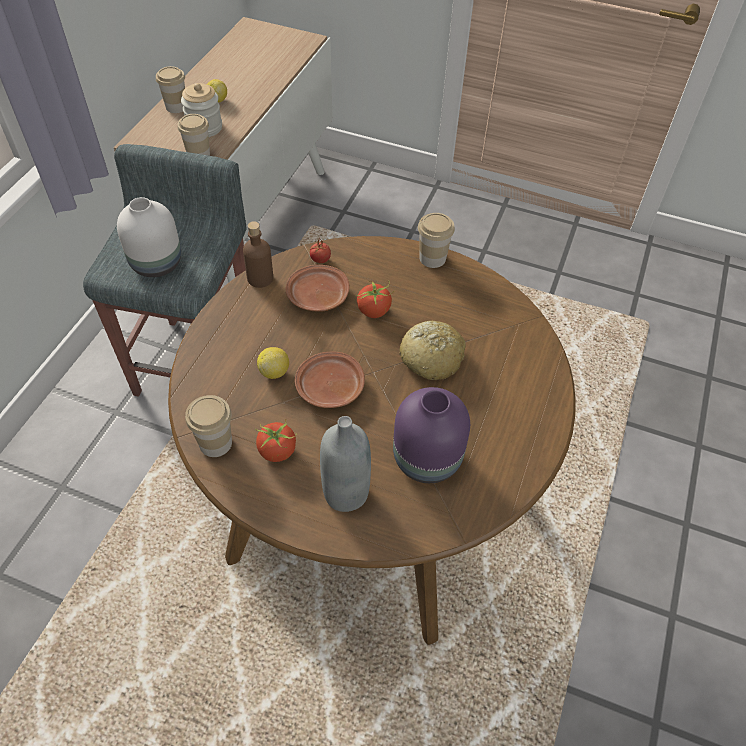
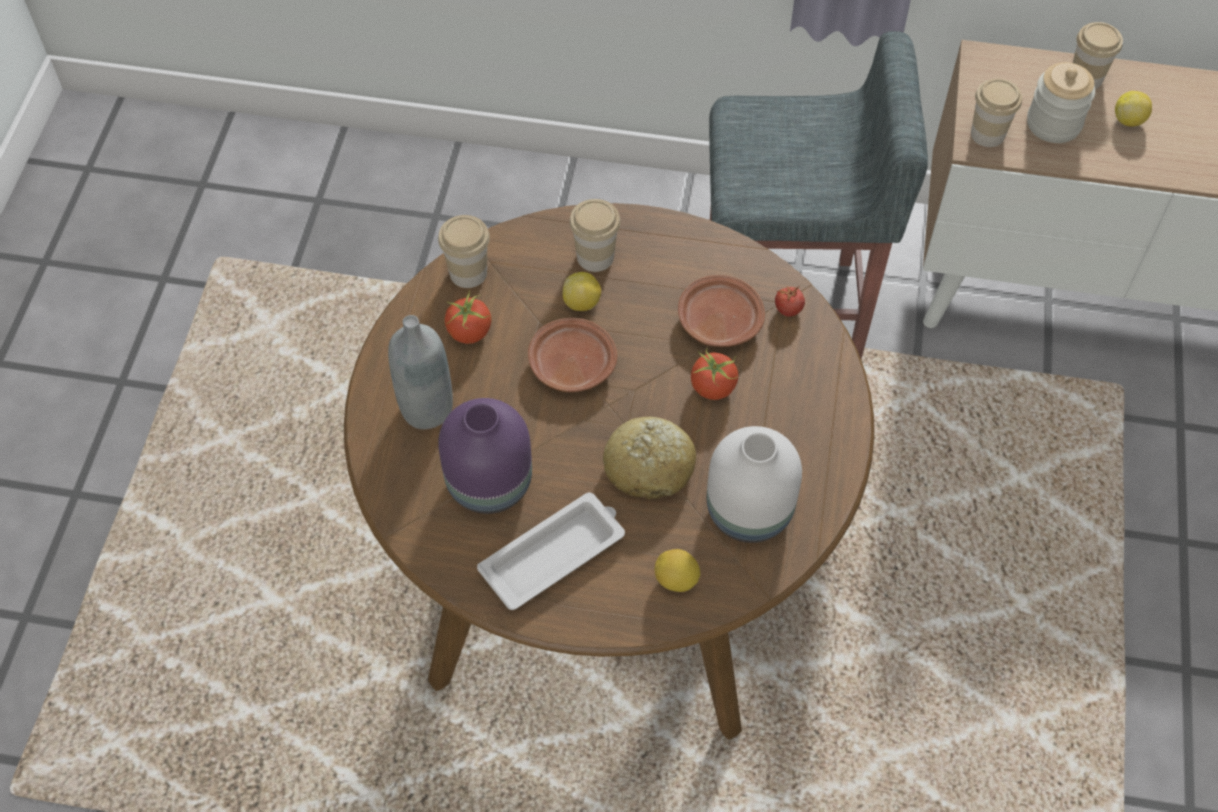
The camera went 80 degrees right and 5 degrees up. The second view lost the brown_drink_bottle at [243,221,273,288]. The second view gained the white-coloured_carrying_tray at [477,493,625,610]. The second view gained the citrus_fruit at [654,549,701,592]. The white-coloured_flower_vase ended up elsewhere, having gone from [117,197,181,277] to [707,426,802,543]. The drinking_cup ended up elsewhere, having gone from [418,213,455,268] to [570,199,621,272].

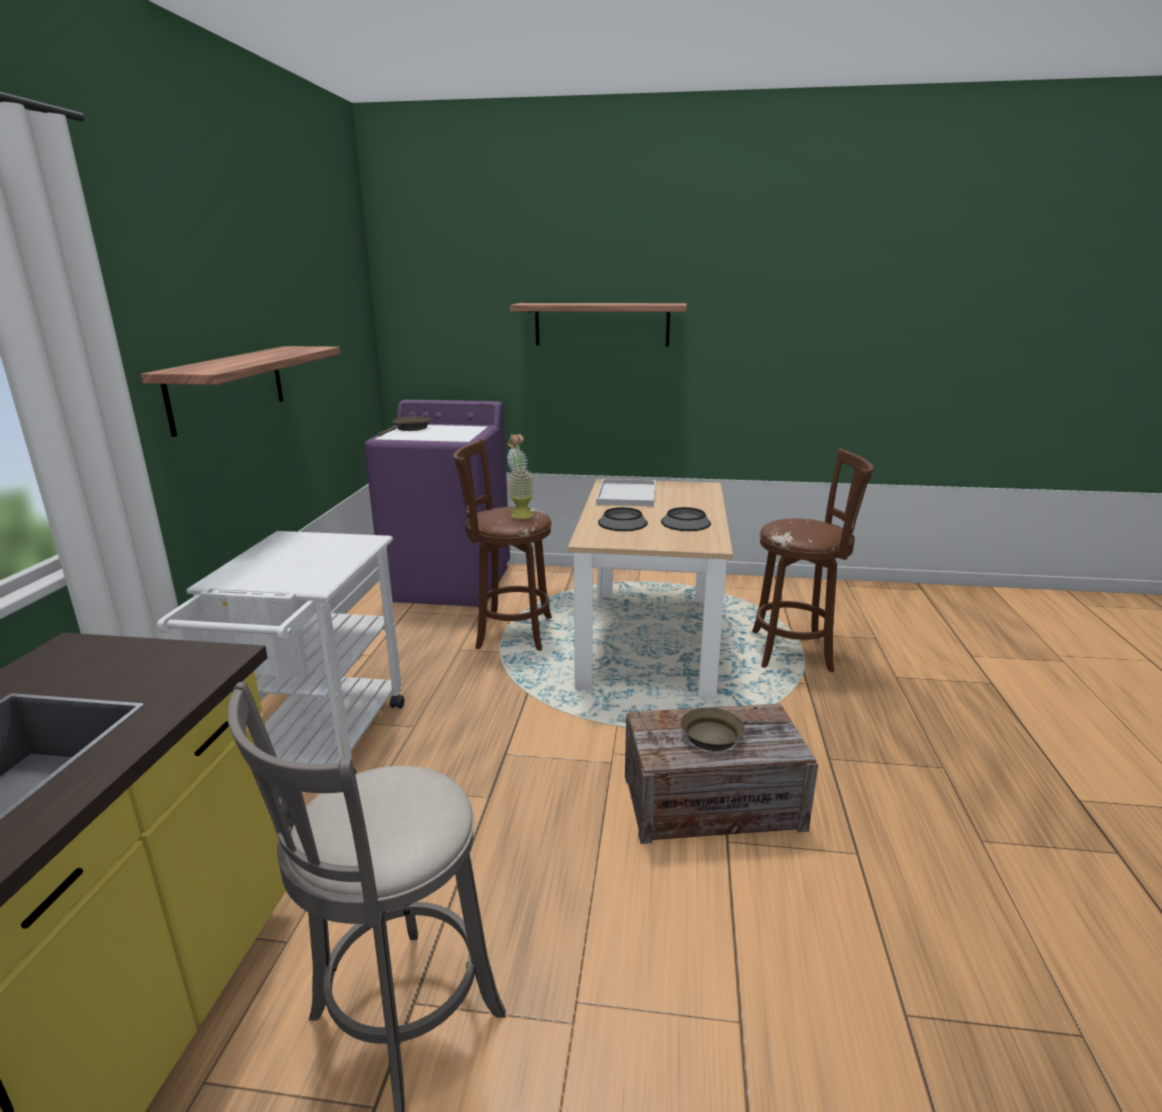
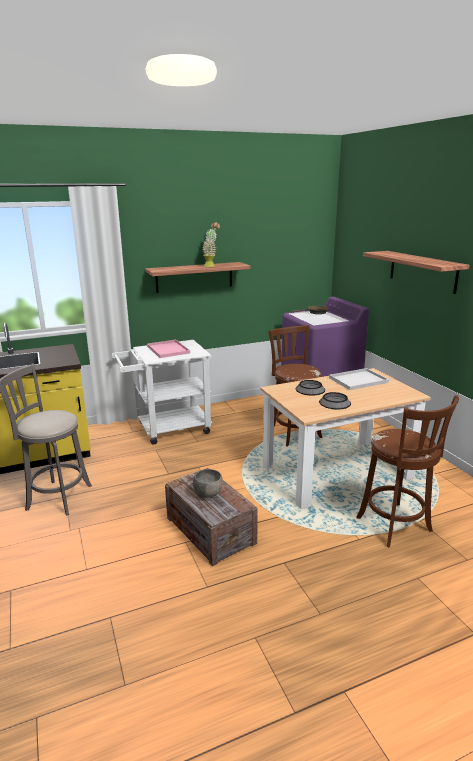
The camera went 60 degrees right and 0 degrees up. The second view gained the pink_carrying_tray at [147,340,190,358]. The houseplant ended up elsewhere, having gone from [507,434,535,519] to [202,222,220,267]. Where the brown_skillet stood at [680,708,785,751], the gray_serving_bowl came to stand at [193,469,223,498].

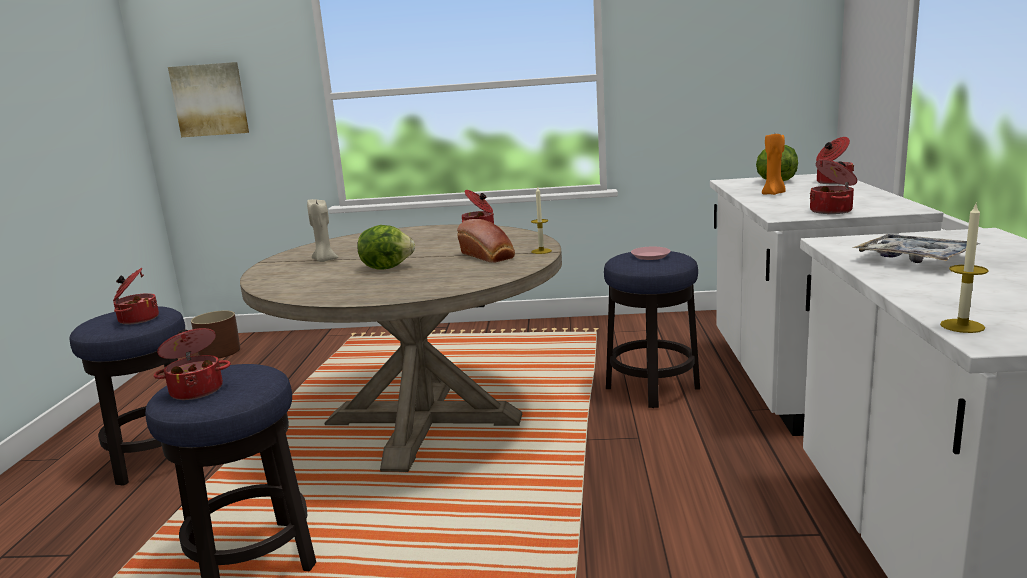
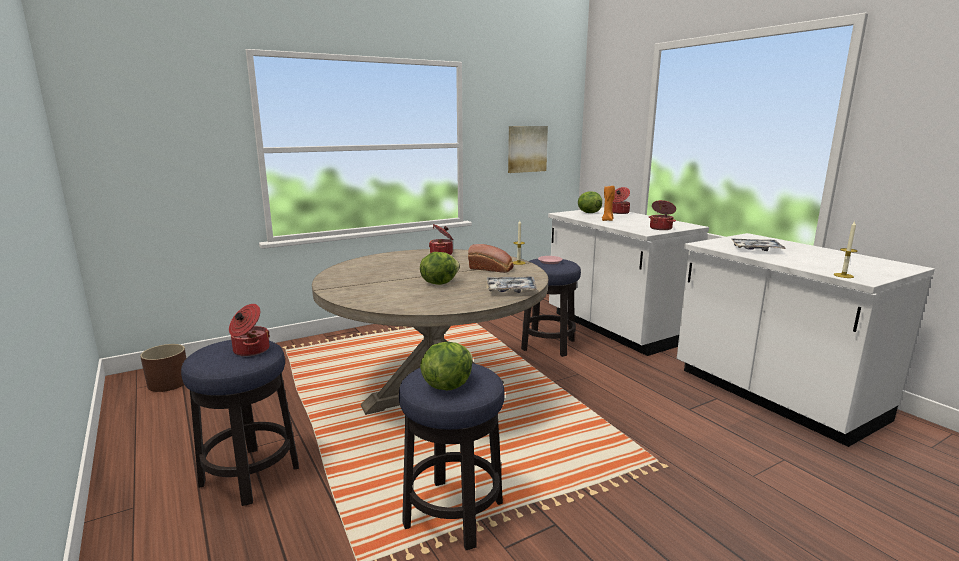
The camera went 35 degrees left and 0 degrees up. The second view lost the beige-coloured_wax_candle at [307,199,339,262]. The second view gained the carrying_tray at [486,277,537,293]. The wall_art ended up elsewhere, having gone from [168,62,249,137] to [508,126,548,173]. Where the stockpot stood at [153,328,231,400], the lettuce_head came to stand at [420,342,473,390].

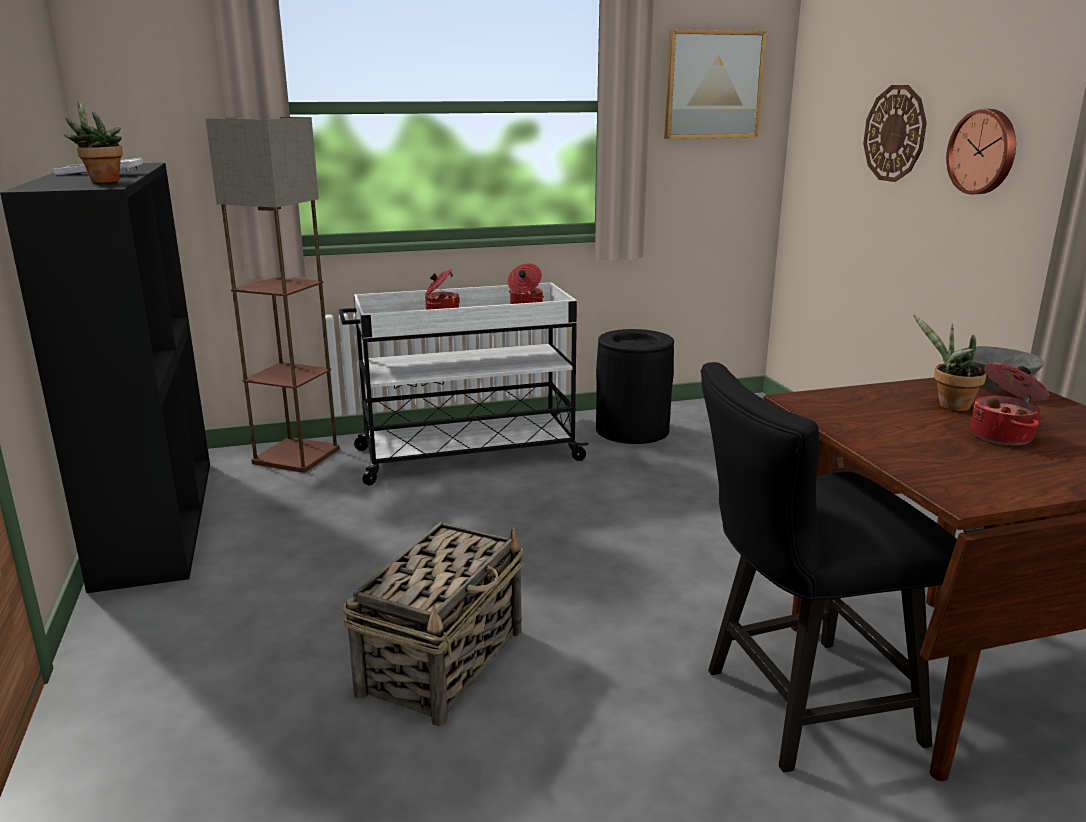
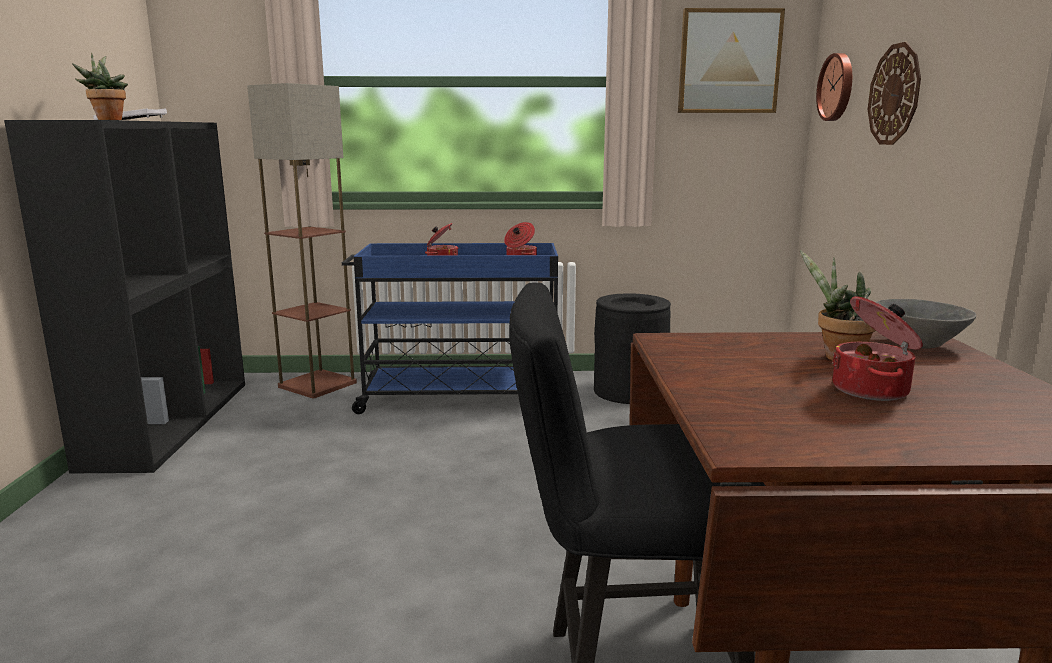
The camera went 15 degrees right and 5 degrees down. The second view lost the storage_basket at [343,522,524,726]. The clock_on_the_wall ended up elsewhere, having gone from [946,109,1016,194] to [816,53,852,121]. What was the white-coloured_cart at [339,282,589,486] turned into the bluish_cart at [342,243,558,414].

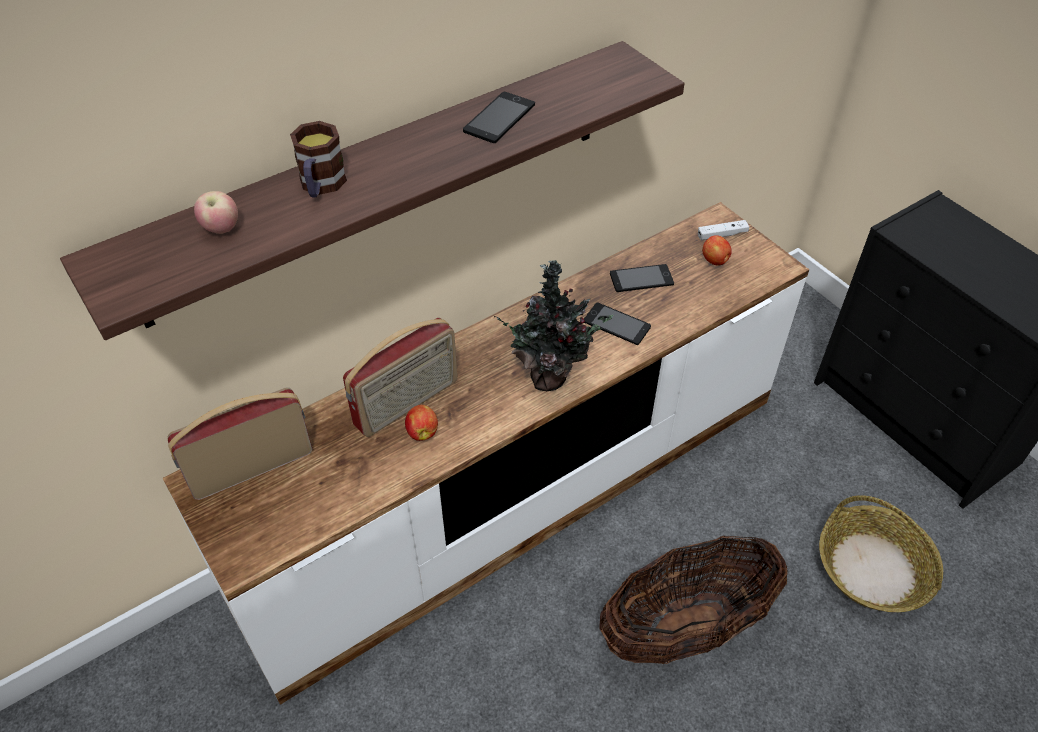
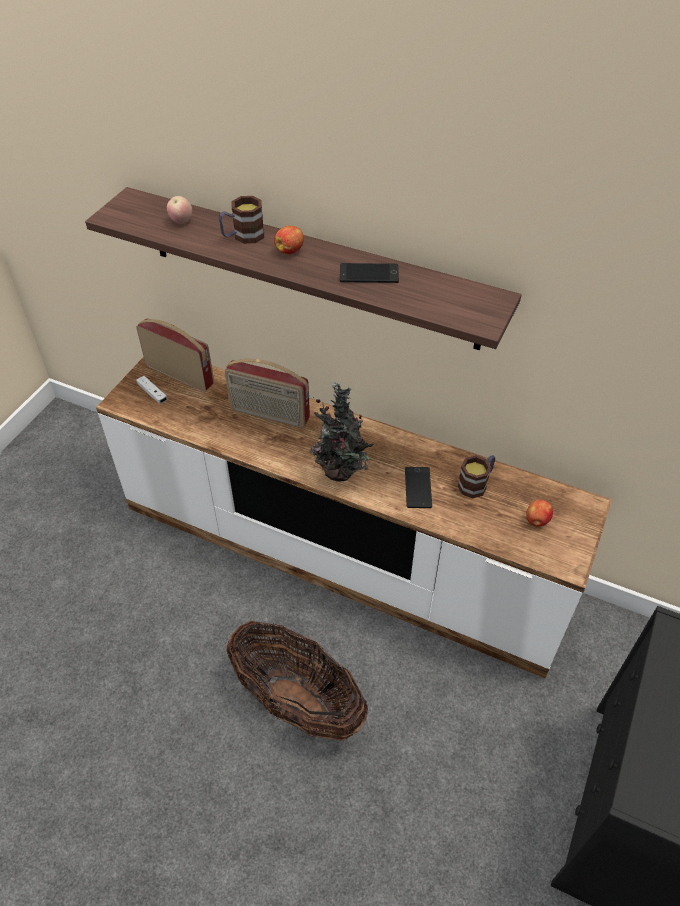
The camera went 60 degrees right and 0 degrees up. The second view lost the storage_basket at [819,495,943,612]. The apple ended up elsewhere, having gone from [405,405,438,441] to [274,226,304,254]. The white-coloured_joypad ended up elsewhere, having gone from [698,220,749,240] to [136,376,168,404]. Where the phone stood at [610,264,674,292], the mug came to stand at [458,455,495,499].

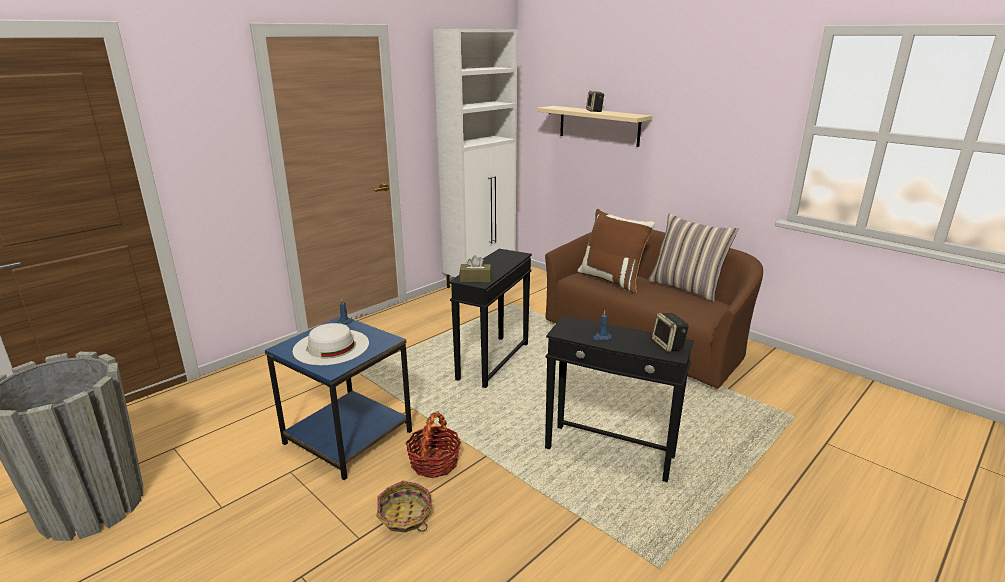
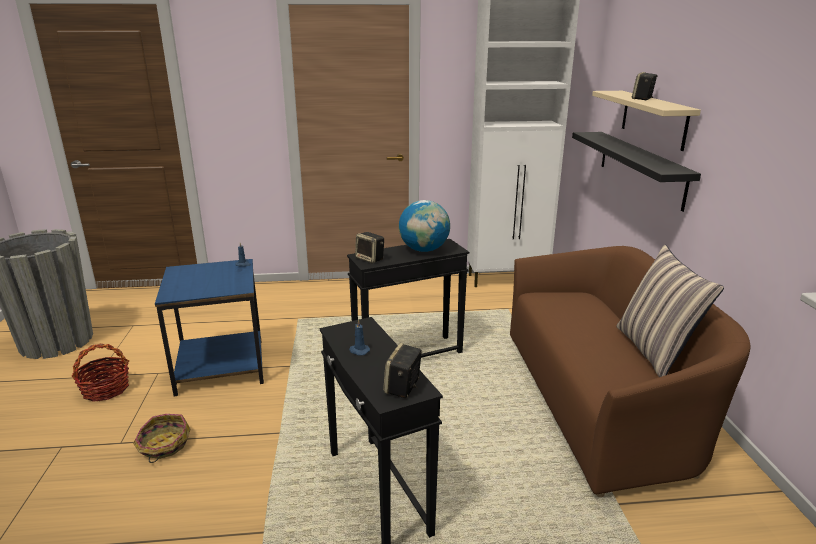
The camera went 40 degrees right and 0 degrees up. The second view lost the white-coloured_hat at [293,323,369,365]. The second view lost the brown_cushion at [577,209,655,294]. The second view gained the globe at [399,200,450,252]. The second view gained the black_shelf at [572,132,701,212]. The storage_basket ended up elsewhere, having gone from [406,411,461,478] to [72,344,129,402]. Where the brown_box_of_tissues stood at [460,255,491,282], the audio_speaker came to stand at [355,232,384,263].

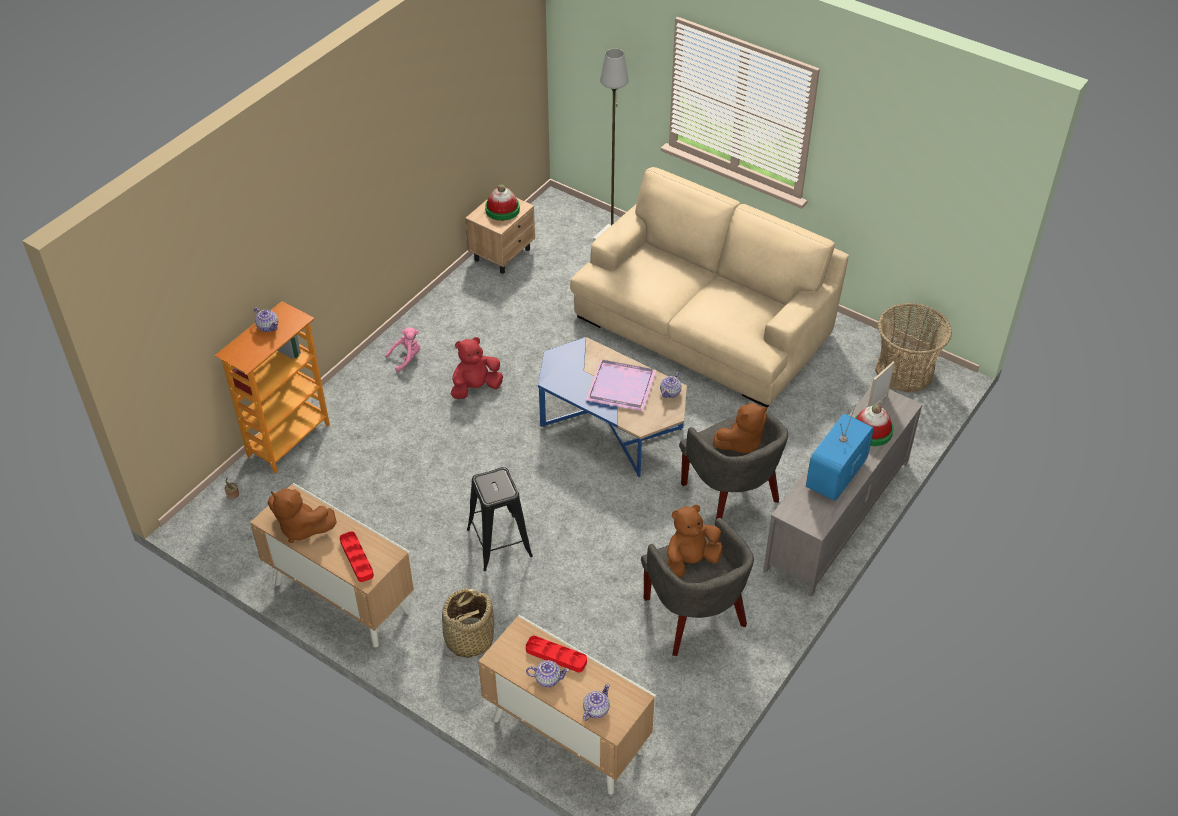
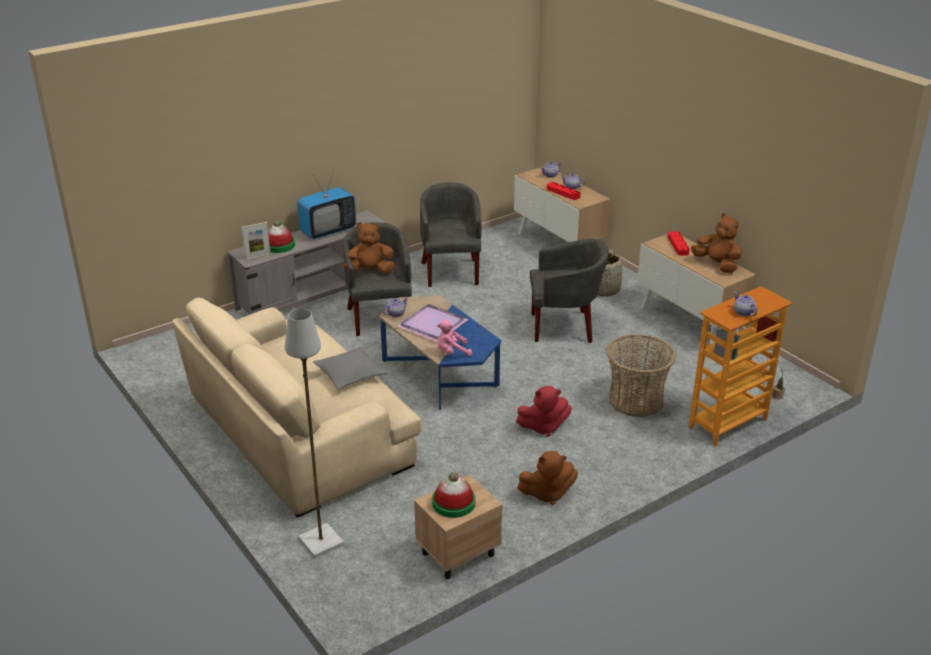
The camera went 160 degrees left and 15 degrees down. The second view gained the gray_cushion at [313,346,387,390]. The pink_cuddly_toy ended up elsewhere, having gone from [385,327,420,372] to [437,320,472,356]. The brown_cuddly_toy ended up elsewhere, having gone from [666,504,723,578] to [517,451,578,505]. The storage_basket ended up elsewhere, having gone from [875,303,952,393] to [606,334,676,417]. Where the black_stool stood at [467,467,533,571], the gray_easy_chair came to stand at [530,238,609,343].

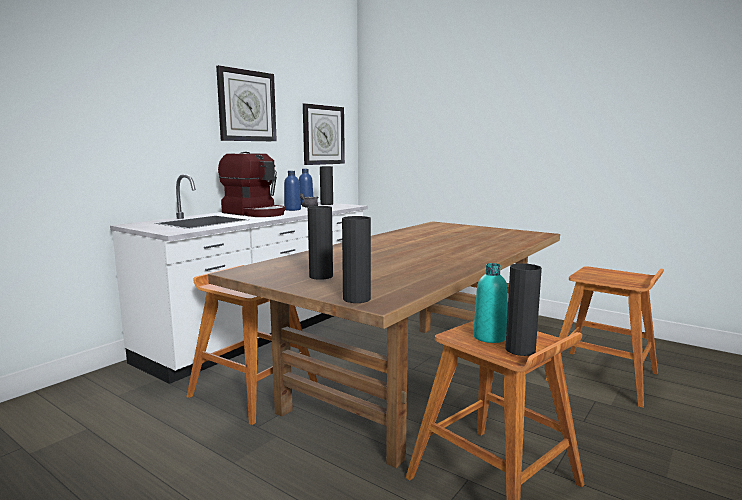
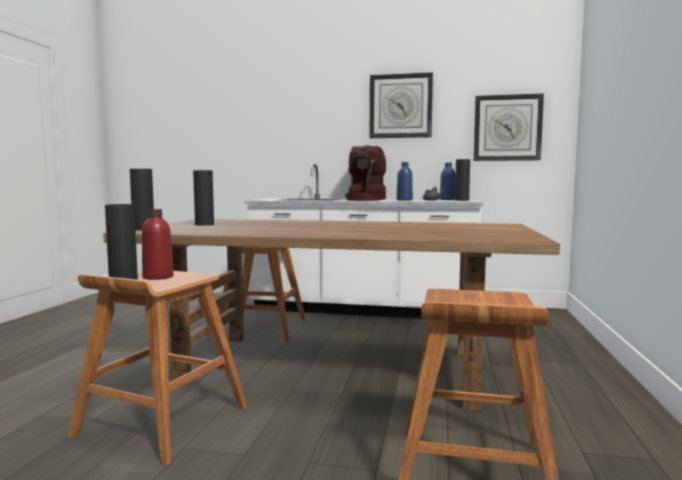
The camera went 65 degrees right and 5 degrees down. What was the turquoise-coloured_drink_bottle at [473,263,507,343] turned into the reddish_drink_bottle at [142,209,174,280].

